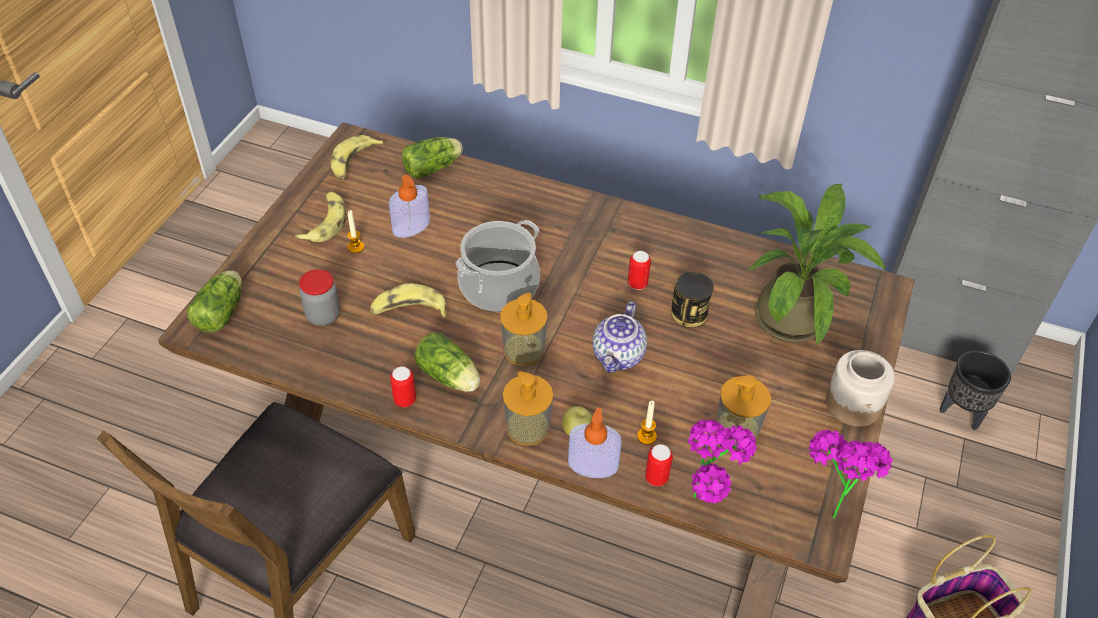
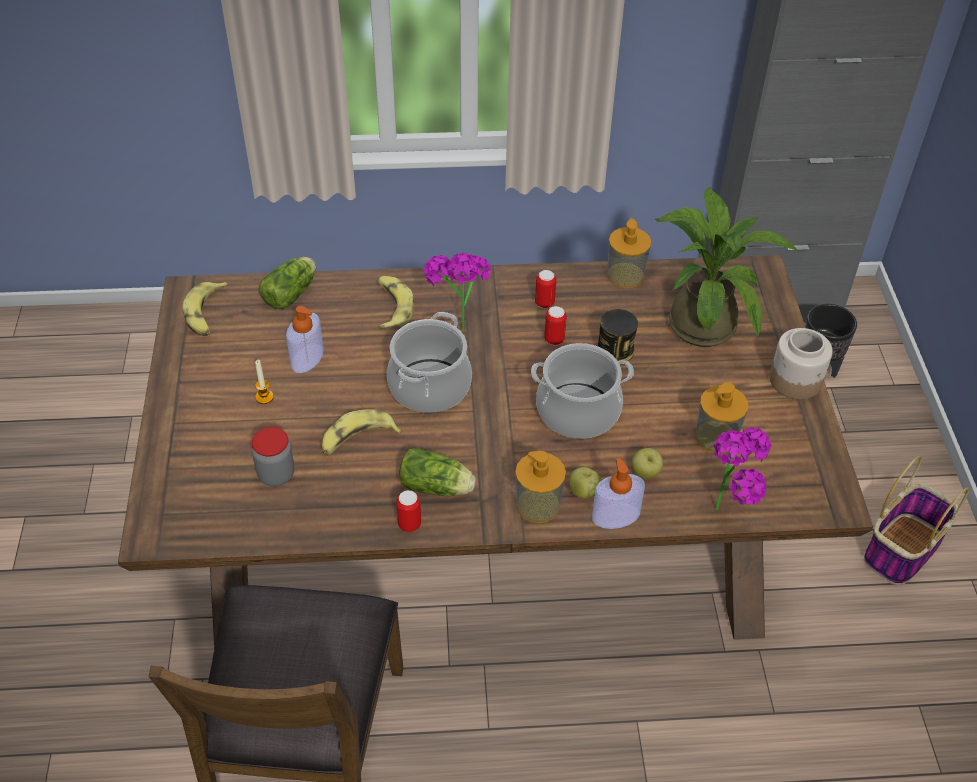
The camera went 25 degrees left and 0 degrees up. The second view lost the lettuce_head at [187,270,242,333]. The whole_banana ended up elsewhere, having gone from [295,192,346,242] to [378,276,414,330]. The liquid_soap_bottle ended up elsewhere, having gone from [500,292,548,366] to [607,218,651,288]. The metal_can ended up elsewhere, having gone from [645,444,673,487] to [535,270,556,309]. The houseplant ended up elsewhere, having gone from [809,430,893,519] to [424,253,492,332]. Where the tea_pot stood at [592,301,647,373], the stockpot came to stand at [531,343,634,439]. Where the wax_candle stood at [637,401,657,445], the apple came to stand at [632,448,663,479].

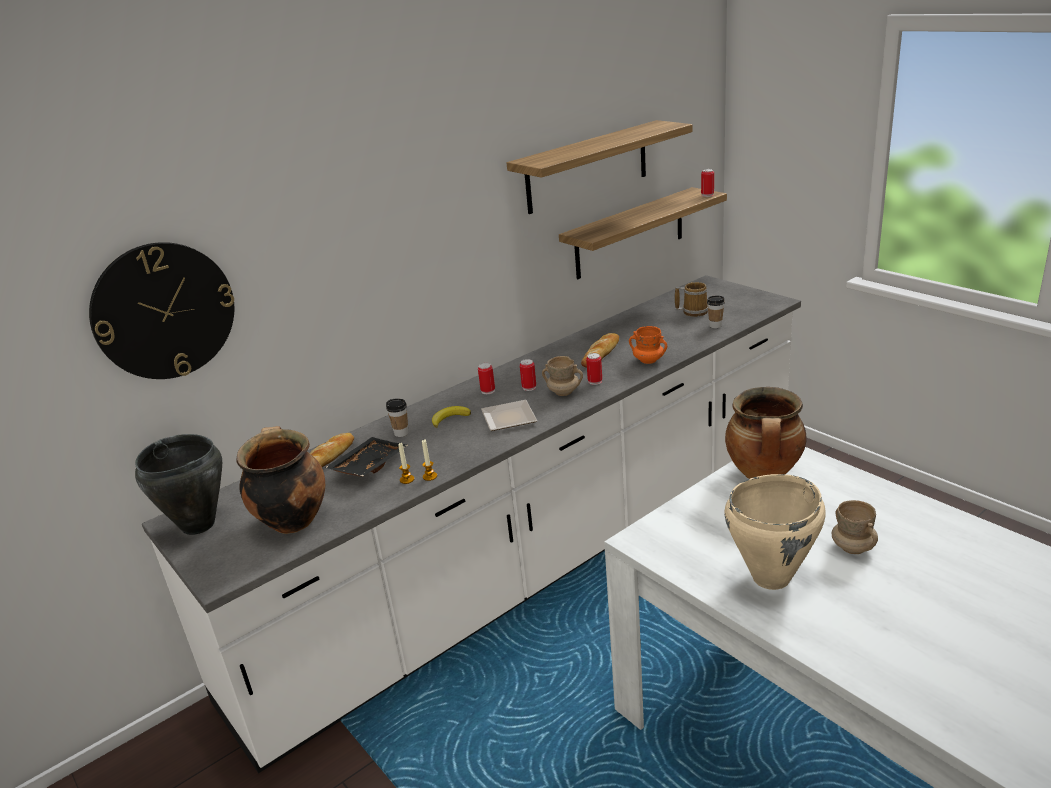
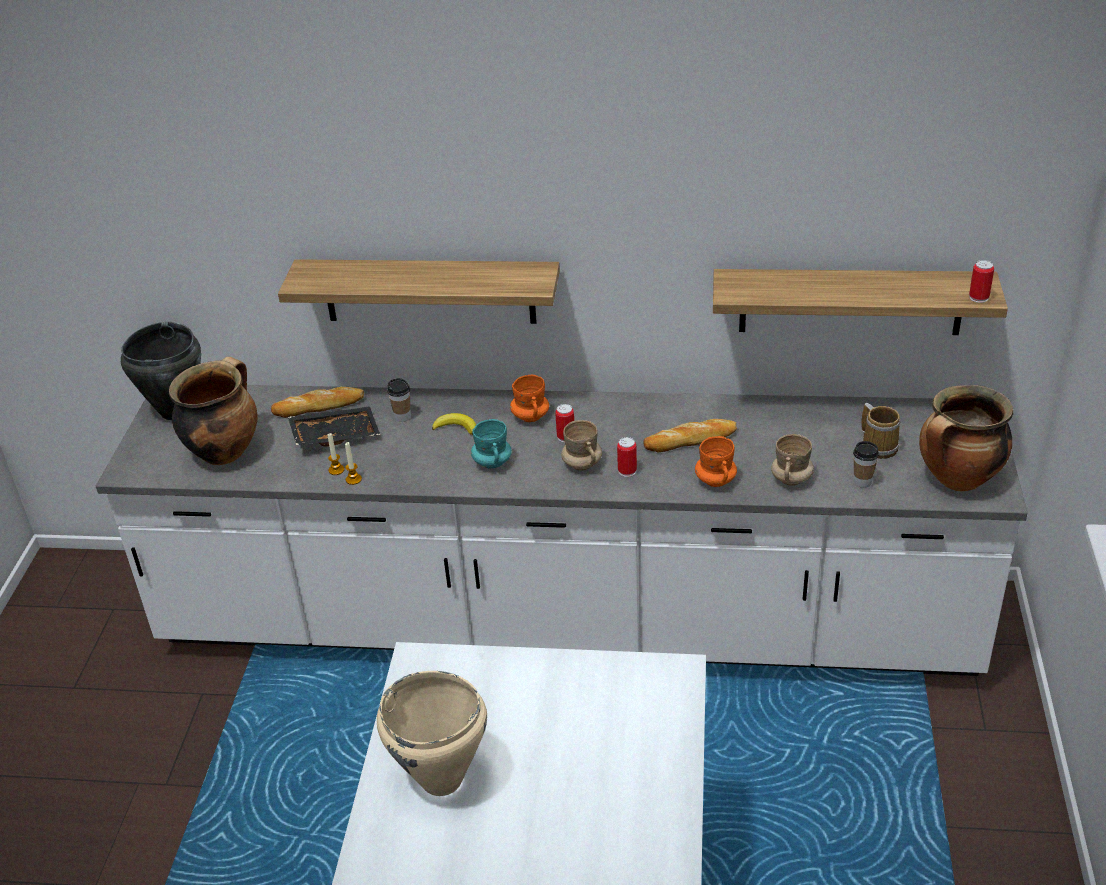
The camera went 45 degrees right and 10 degrees up. The second view lost the clock_on_the_wall at [89,242,234,379]. The shelf ended up elsewhere, having gone from [507,120,693,214] to [278,259,560,324]. The stockpot ended up elsewhere, having gone from [725,387,807,479] to [919,385,1013,491]. The beige-coloured_mug ended up elsewhere, having gone from [832,500,878,554] to [771,434,814,486]. Where the metal_can stood at [478,363,495,394], the orangey_mug came to stand at [510,375,549,422]. Where the flat_dish stood at [481,400,537,431], the turquoise-coloured_mug came to stand at [471,419,512,468].

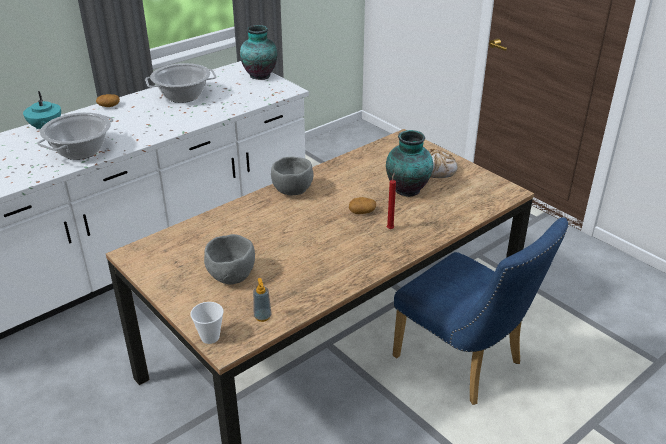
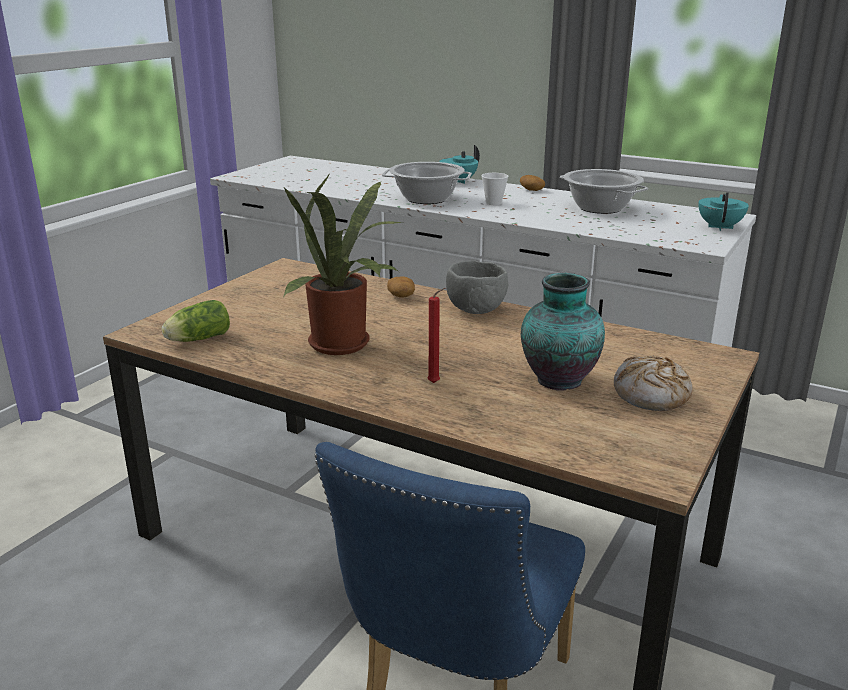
The camera went 70 degrees right and 10 degrees down. The second view lost the gray_serving_bowl at [204,234,255,285]. The second view gained the houseplant at [284,175,402,355]. The drinking_cup ended up elsewhere, having gone from [190,302,224,344] to [481,173,509,205]. The potato ended up elsewhere, having gone from [349,197,376,214] to [387,276,415,298]. Where the flower_vase stood at [240,25,278,80], the turquoise-coloured_tea_pot came to stand at [698,192,749,231]. Where the liquid_soap_bottle stood at [253,278,272,322], the lettuce_head came to stand at [161,300,230,342].

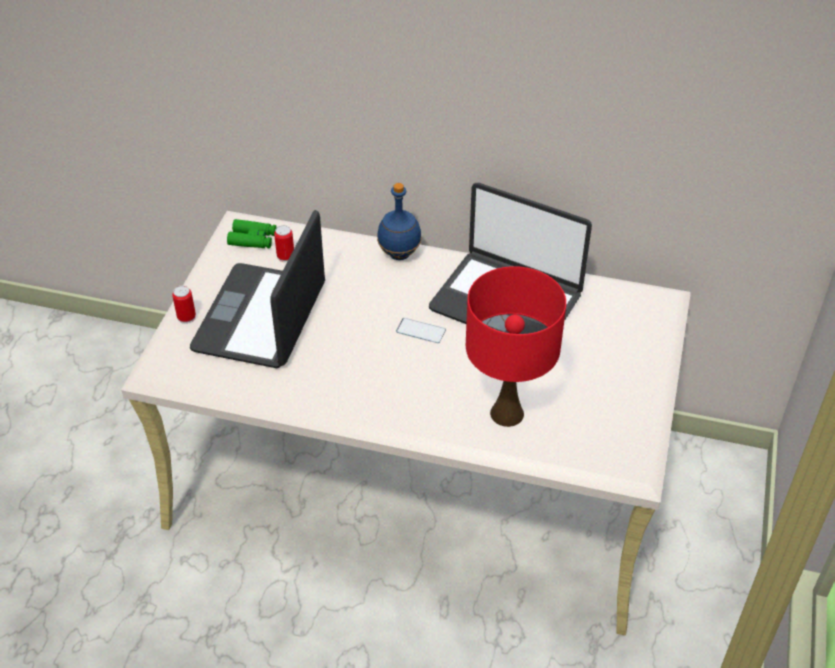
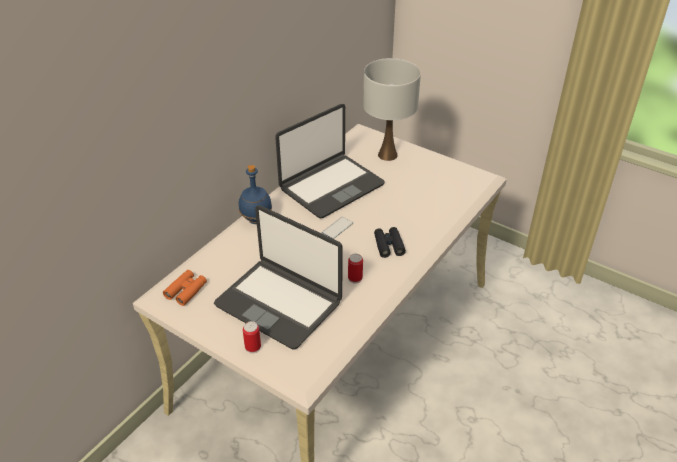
The camera went 70 degrees left and 5 degrees down. The second view lost the reddish_tabletop_lamp at [466,266,566,427]. The second view gained the white-coloured_tabletop_lamp at [363,58,421,161]. The second view gained the black_binoculars at [374,227,406,258]. The metal_can ended up elsewhere, having gone from [274,225,294,262] to [348,254,363,284]. What was the green_binoculars at [227,219,277,249] turned into the orangey_binoculars at [163,270,207,306].

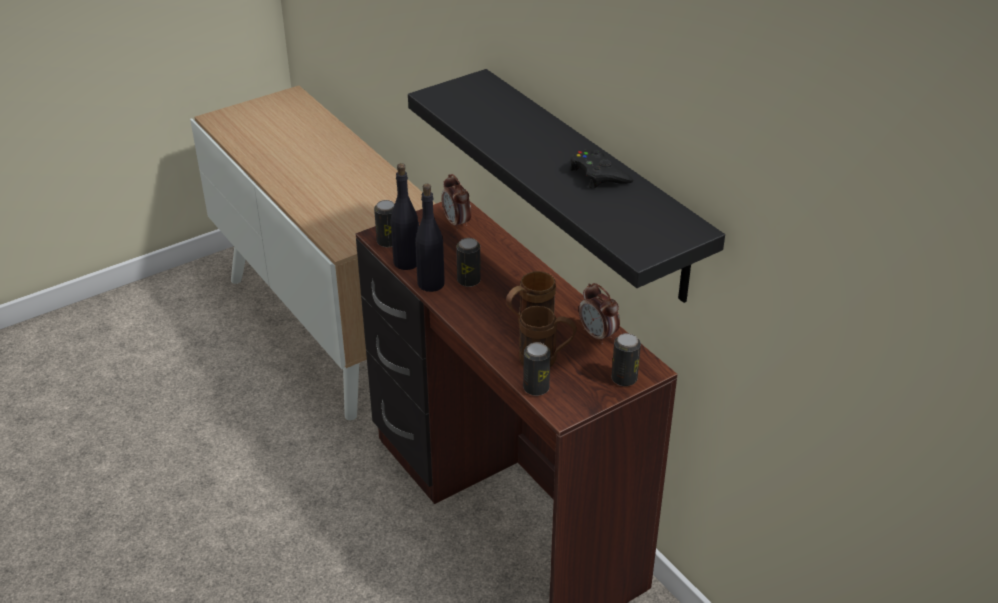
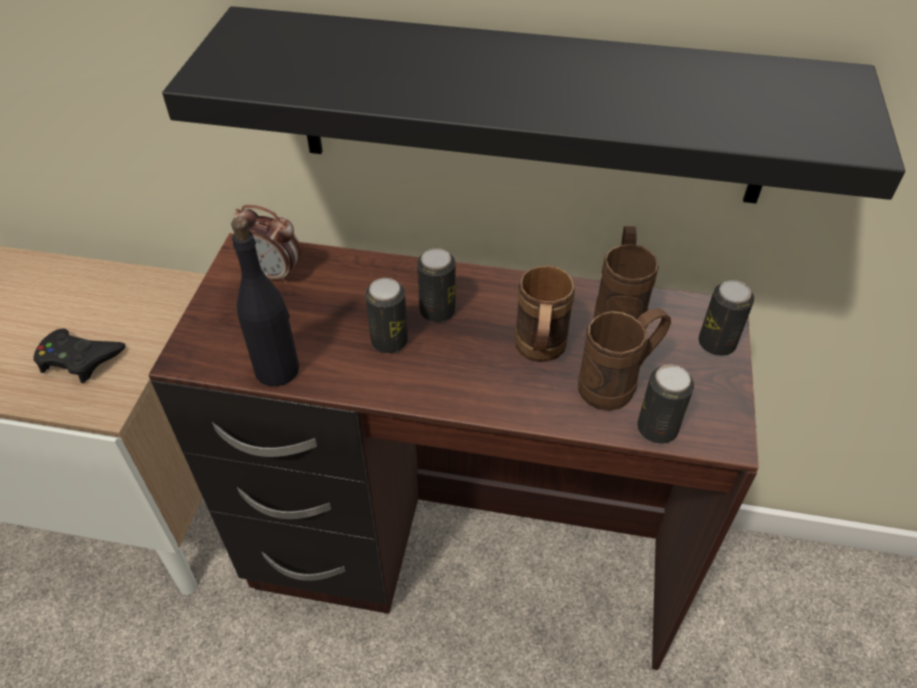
The camera went 45 degrees left and 10 degrees up. The second view lost the black_drink_bottle at [415,184,445,292]. The metal_can ended up elsewhere, having gone from [374,200,395,247] to [417,248,456,322]. The black_joypad ended up elsewhere, having gone from [570,149,633,188] to [33,328,126,383]. Where the alarm_clock stood at [579,283,620,345], the brown_mug came to stand at [594,226,658,319].

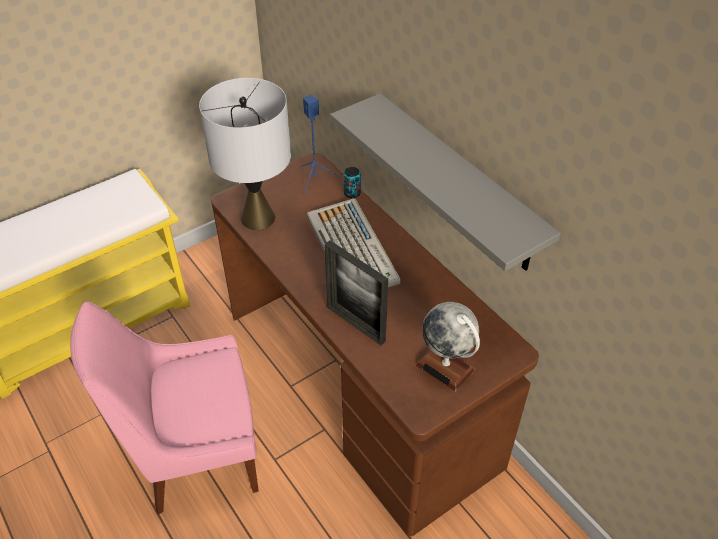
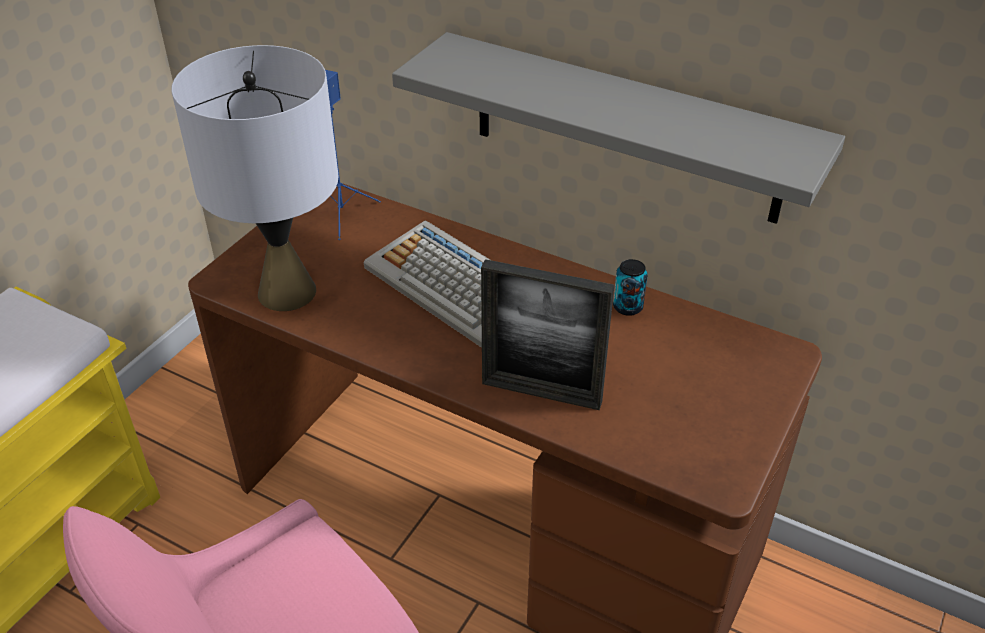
The camera went 25 degrees left and 5 degrees down. The second view lost the globe at [416,302,480,392]. The metal_can ended up elsewhere, having gone from [343,167,361,198] to [613,259,648,316].

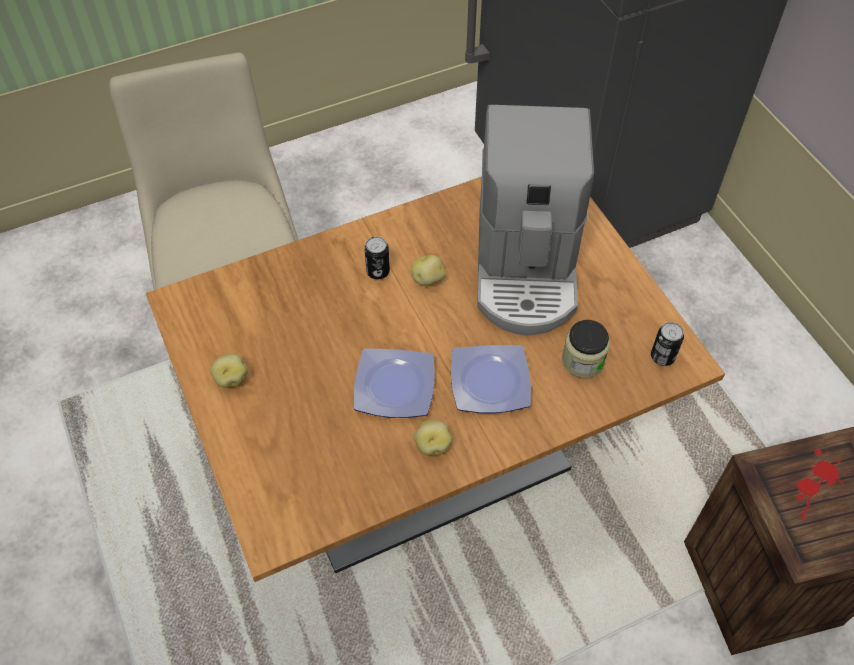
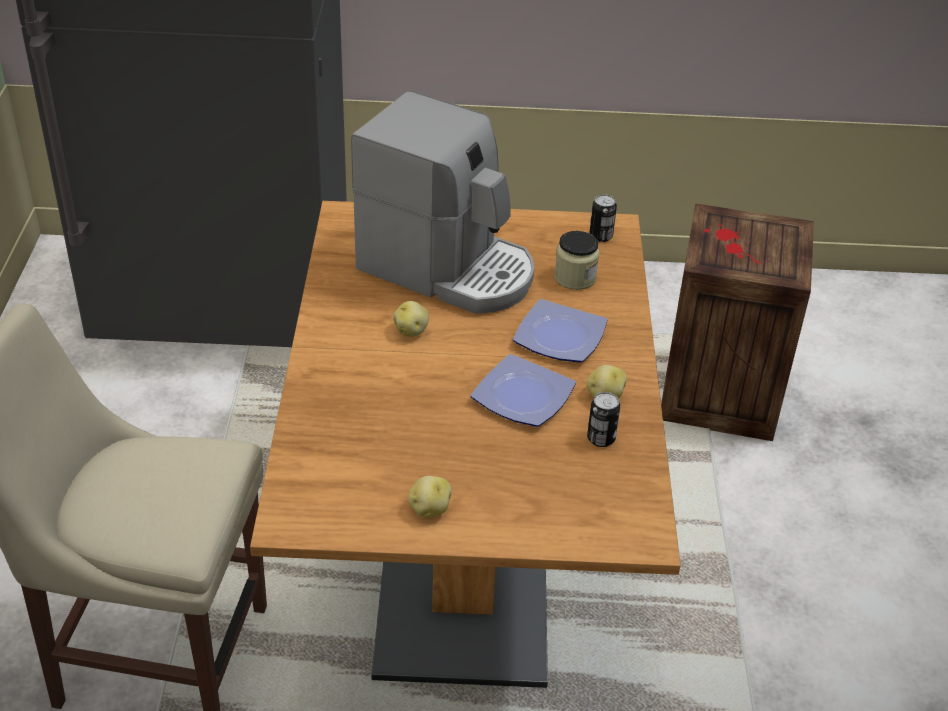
The camera went 65 degrees left and 15 degrees down. The metal_can ended up elsewhere, having gone from [364,236,390,280] to [587,392,620,447].

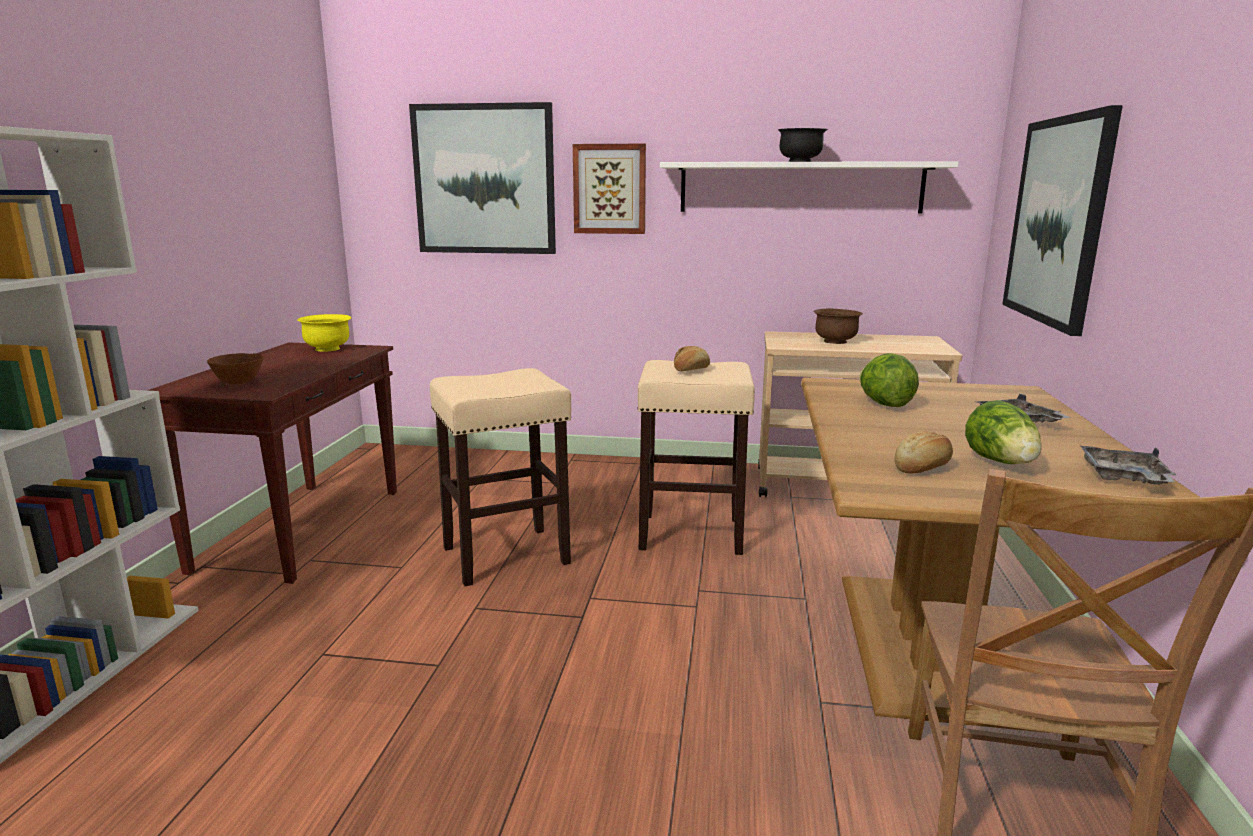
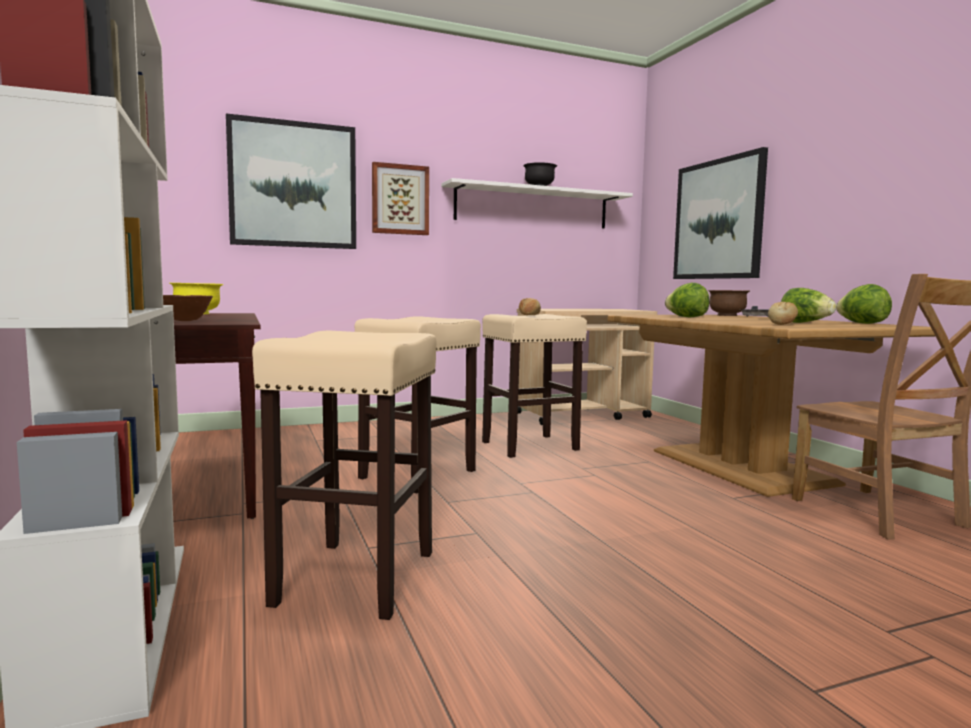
The camera went 30 degrees left and 10 degrees down. The second view gained the beige-coloured_stool at [252,330,437,620]. The brown_serving_bowl ended up elsewhere, having gone from [814,309,863,344] to [708,290,750,316]. Where the gray_carrying_tray stood at [1080,446,1177,485], the lettuce_head came to stand at [836,284,892,324].

